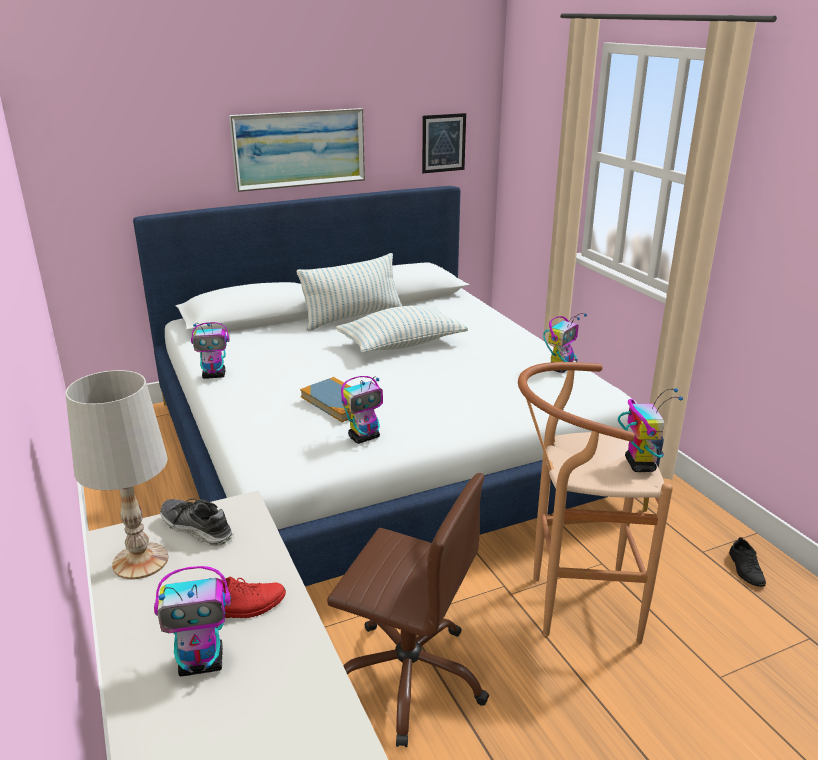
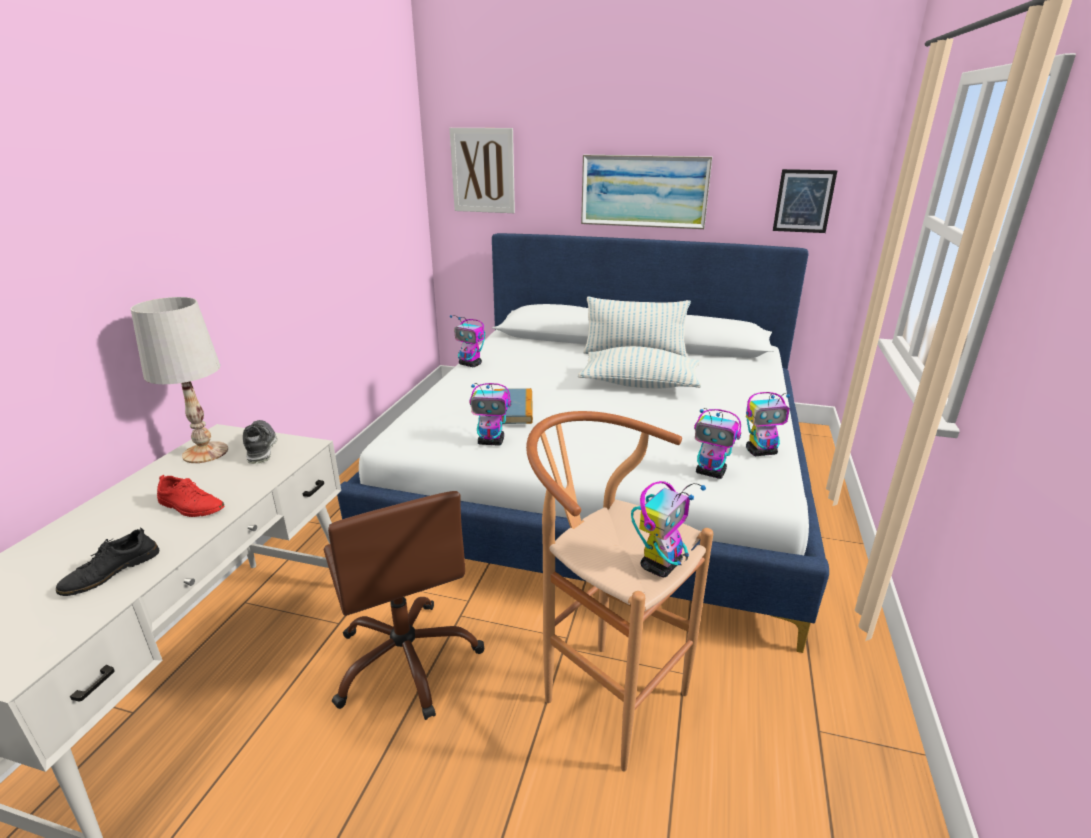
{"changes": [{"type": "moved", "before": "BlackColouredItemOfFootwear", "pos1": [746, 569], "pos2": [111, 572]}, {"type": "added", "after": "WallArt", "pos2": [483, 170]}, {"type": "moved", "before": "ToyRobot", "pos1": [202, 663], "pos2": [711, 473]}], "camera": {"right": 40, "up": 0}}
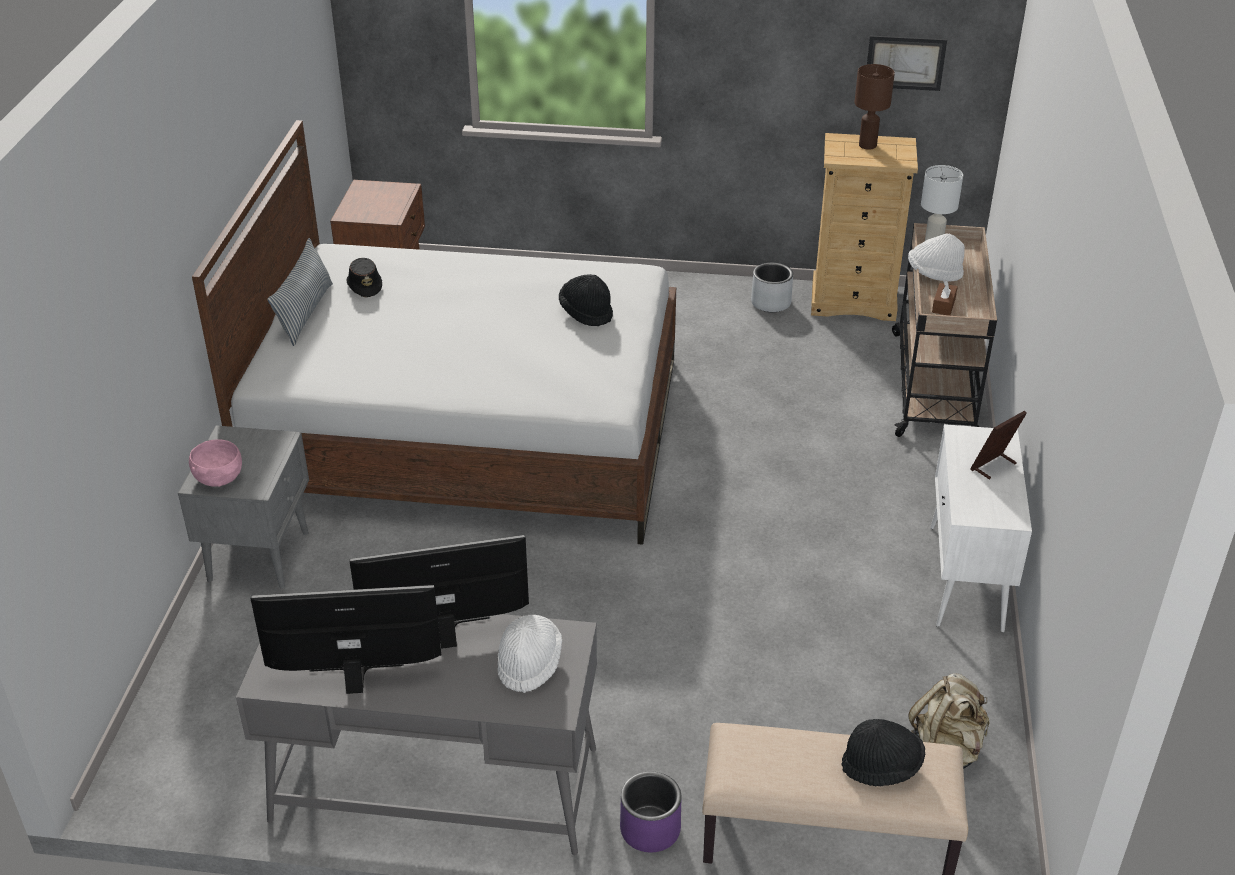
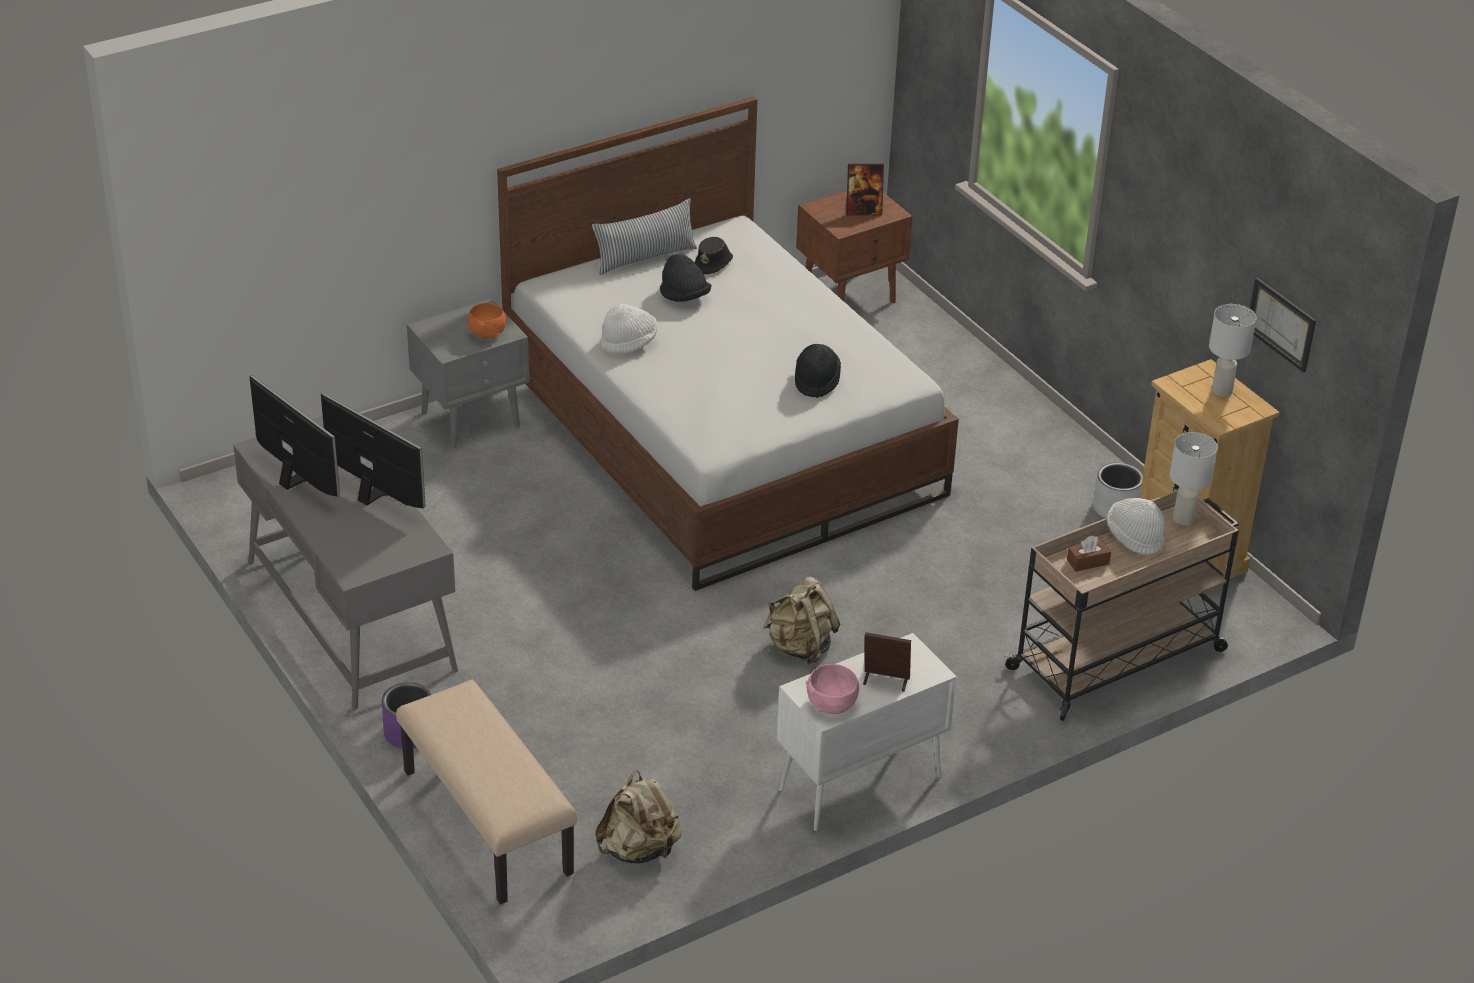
{"changes": [{"type": "added", "after": "OrangeDeepDish", "pos2": [487, 333]}, {"type": "moved", "before": "WhiteColouredWearableHat", "pos1": [529, 664], "pos2": [629, 343]}, {"type": "moved", "before": "BlackColouredWearableHat", "pos1": [881, 767], "pos2": [684, 297]}, {"type": "added", "after": "BeigeColouredKnapsack", "pos2": [800, 647]}, {"type": "moved", "before": "PinkishDeepDish", "pos1": [218, 478], "pos2": [831, 703]}, {"type": "added", "after": "PictureFrame", "pos2": [863, 211]}, {"type": "recoloured", "before": "BrownTabletopLamp", "after": "WhiteColouredTabletopLamp", "pos1": [868, 145], "pos2": [1221, 391]}], "camera": {"right": 50, "up": 0}}
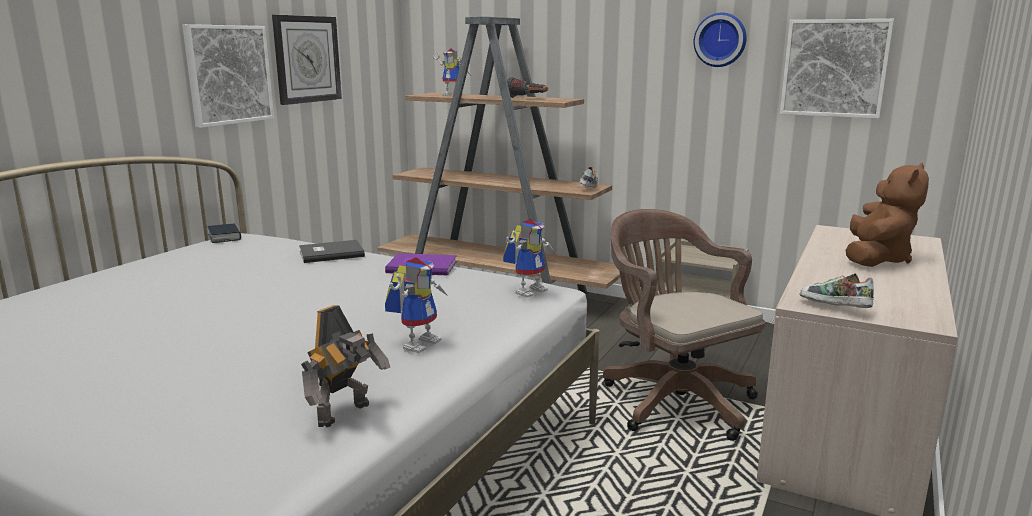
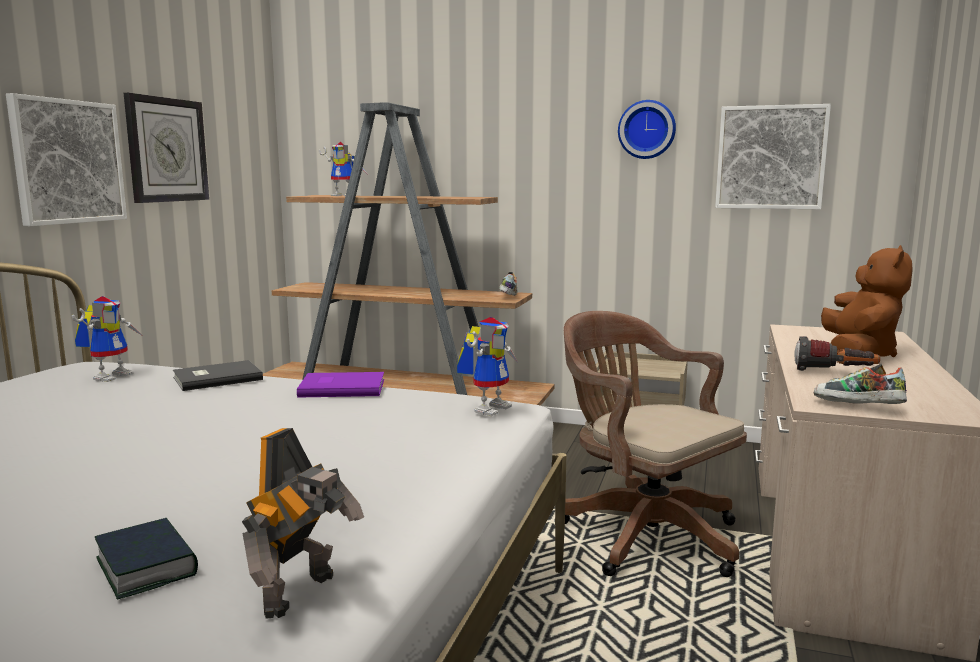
{"changes": [{"type": "moved", "before": "ToyRobot", "pos1": [419, 342], "pos2": [111, 376]}, {"type": "moved", "before": "Volume", "pos1": [224, 237], "pos2": [147, 566]}, {"type": "moved", "before": "HandTorch", "pos1": [527, 98], "pos2": [834, 373]}], "camera": {"right": -10, "up": -5}}
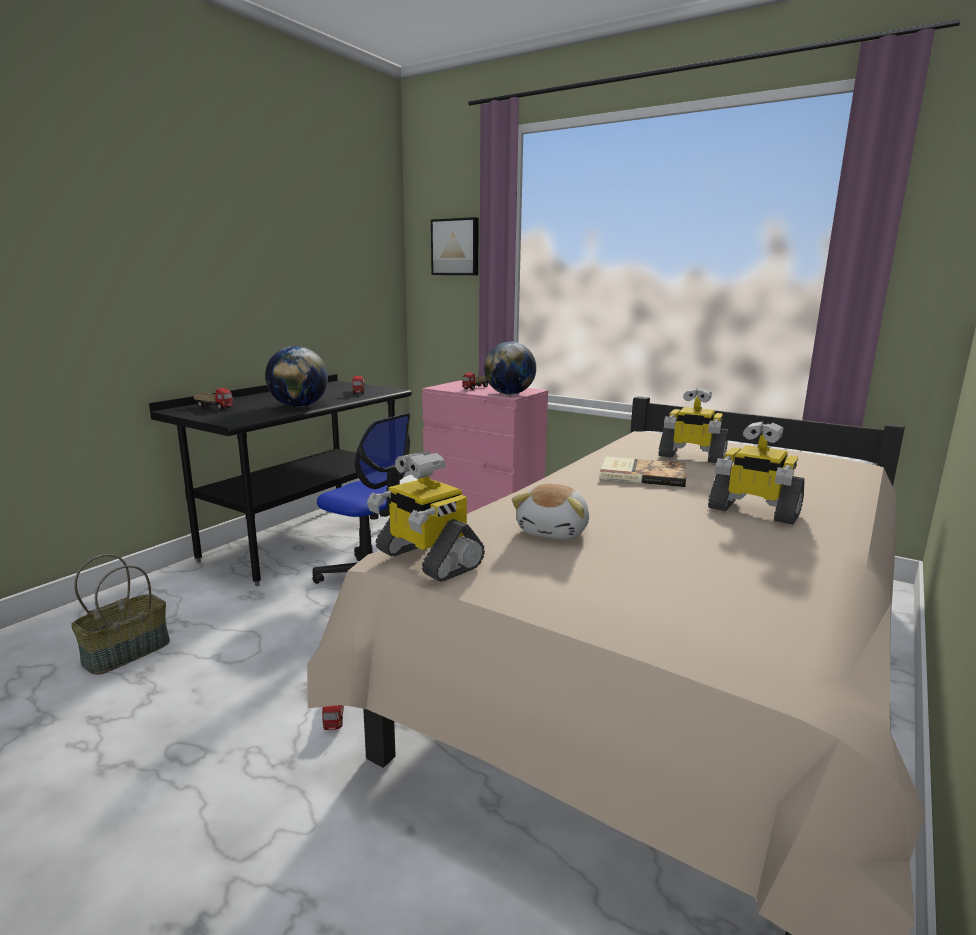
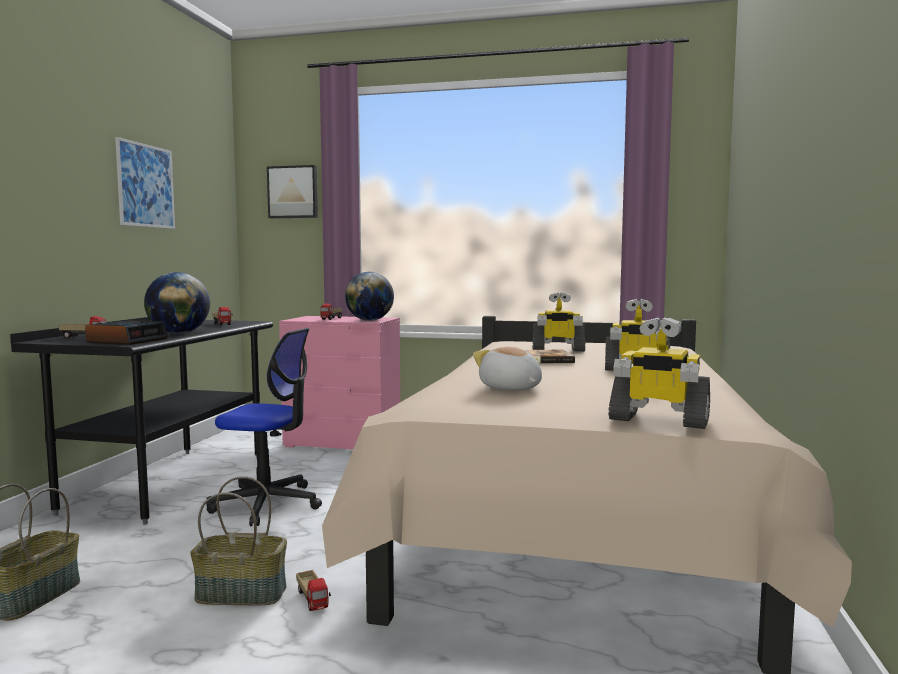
{"changes": [{"type": "added", "after": "BedsideClock", "pos2": [127, 340]}, {"type": "added", "after": "WallArt", "pos2": [146, 185]}, {"type": "added", "after": "HouseholdBasket", "pos2": [242, 593]}, {"type": "turned", "before": "CuddlyToy", "pos1": [554, 531], "pos2": [510, 388], "turn": 150}, {"type": "moved", "before": "ToyRobot", "pos1": [426, 559], "pos2": [658, 420]}], "camera": {"right": -20, "up": -10}}
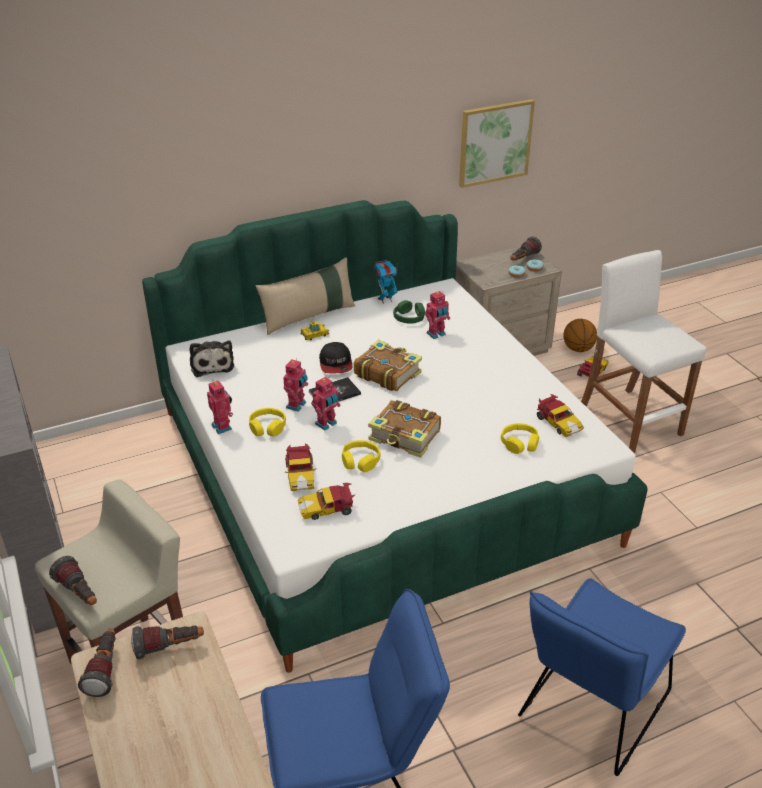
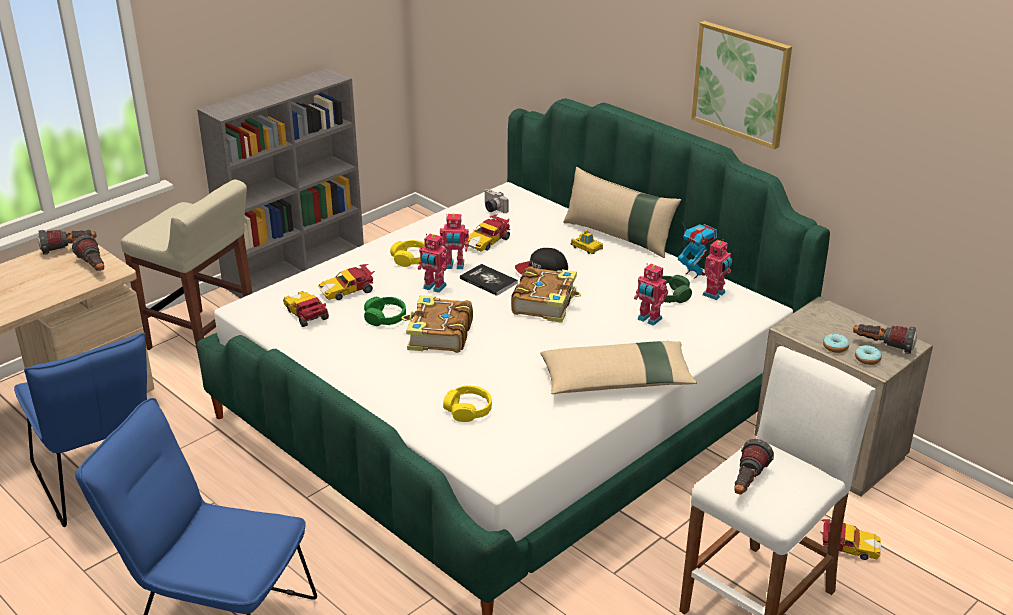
{"changes": [{"type": "recoloured", "before": "YellowPairOfHeadphones", "after": "GreenColouredPairOfHeadphones", "pos1": [360, 461], "pos2": [385, 317]}, {"type": "moved", "before": "ToyCar", "pos1": [558, 423], "pos2": [488, 241]}, {"type": "replaced", "before": "CuddlyToy", "after": "StillCamera", "pos1": [212, 364], "pos2": [492, 209]}, {"type": "added", "after": "BeigeColouredThrowPillow", "pos2": [617, 380]}, {"type": "moved", "before": "WallArt", "pos1": [494, 142], "pos2": [741, 83]}, {"type": "moved", "before": "ToyRobot", "pos1": [223, 426], "pos2": [715, 294]}, {"type": "moved", "before": "HandTorch", "pos1": [79, 594], "pos2": [747, 483]}, {"type": "removed", "before": "BasketballBall", "pos1": [578, 349]}], "camera": {"right": 70, "up": -5}}
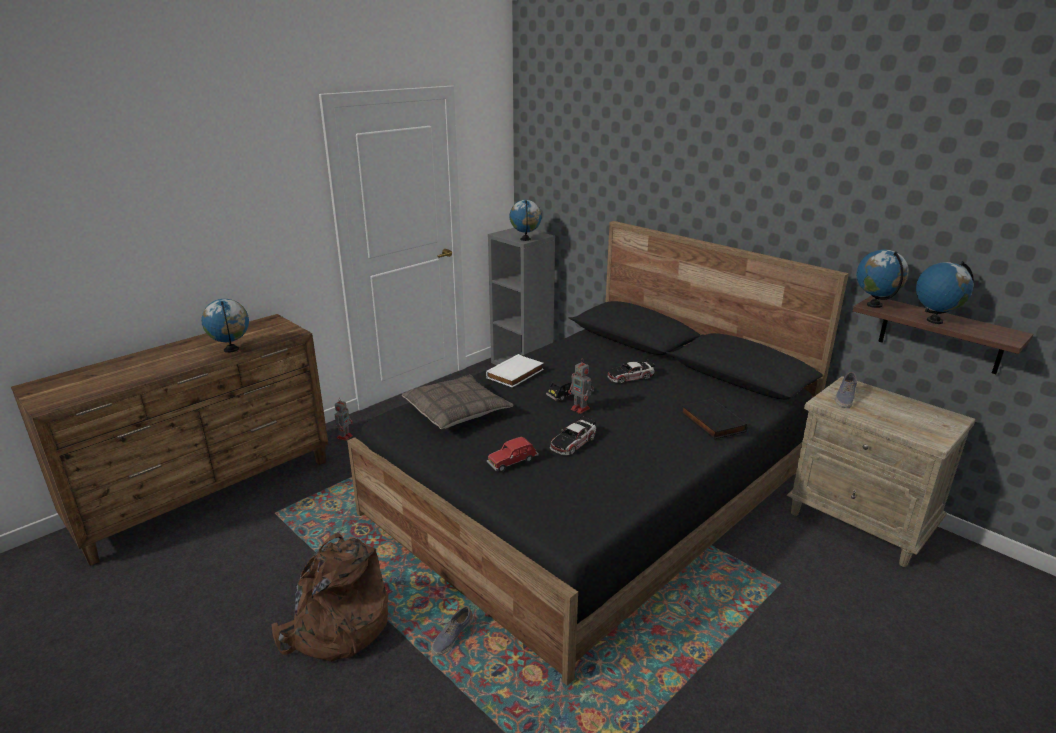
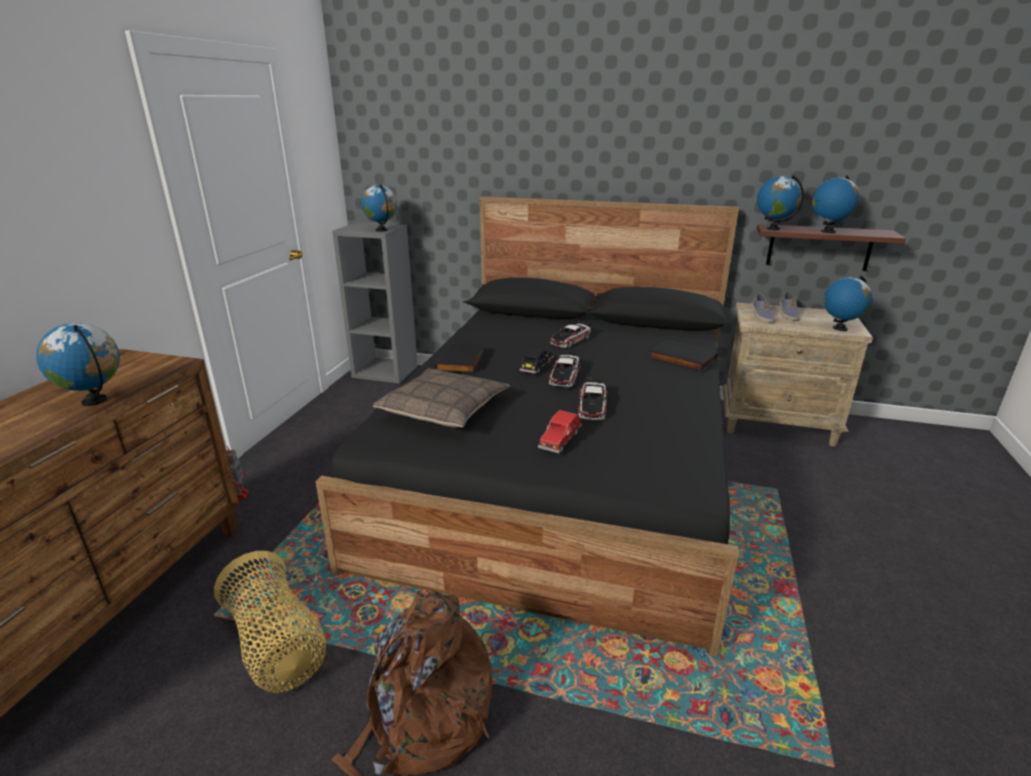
{"changes": [{"type": "added", "after": "HouseholdBasket", "pos2": [277, 646]}, {"type": "recoloured", "before": "WhiteColouredVolume", "after": "BlackColouredVolume", "pos1": [516, 374], "pos2": [462, 361]}, {"type": "replaced", "before": "ToyRobot", "after": "ToyCar", "pos1": [581, 409], "pos2": [564, 376]}, {"type": "moved", "before": "ItemOfFootwear", "pos1": [452, 637], "pos2": [787, 314]}, {"type": "added", "after": "WorldGlobe", "pos2": [840, 328]}], "camera": {"right": -30, "up": 0}}
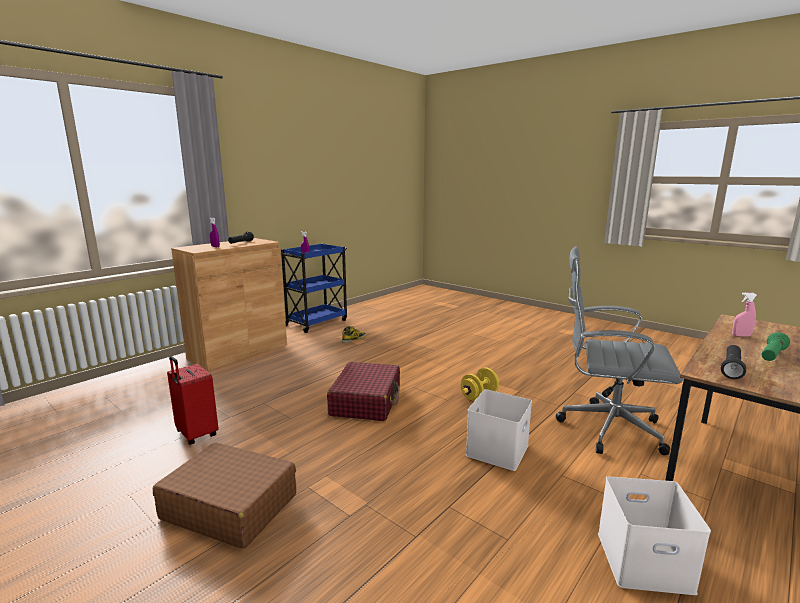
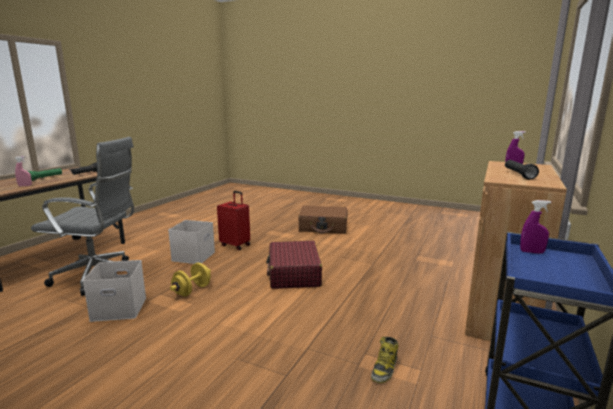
{"changes": [{"type": "moved", "before": "WhiteColouredStorageBin", "pos1": [642, 562], "pos2": [120, 308]}, {"type": "moved", "before": "ReddishPieceOfLuggage", "pos1": [195, 434], "pos2": [235, 245]}], "camera": {"right": 165, "up": 0}}
